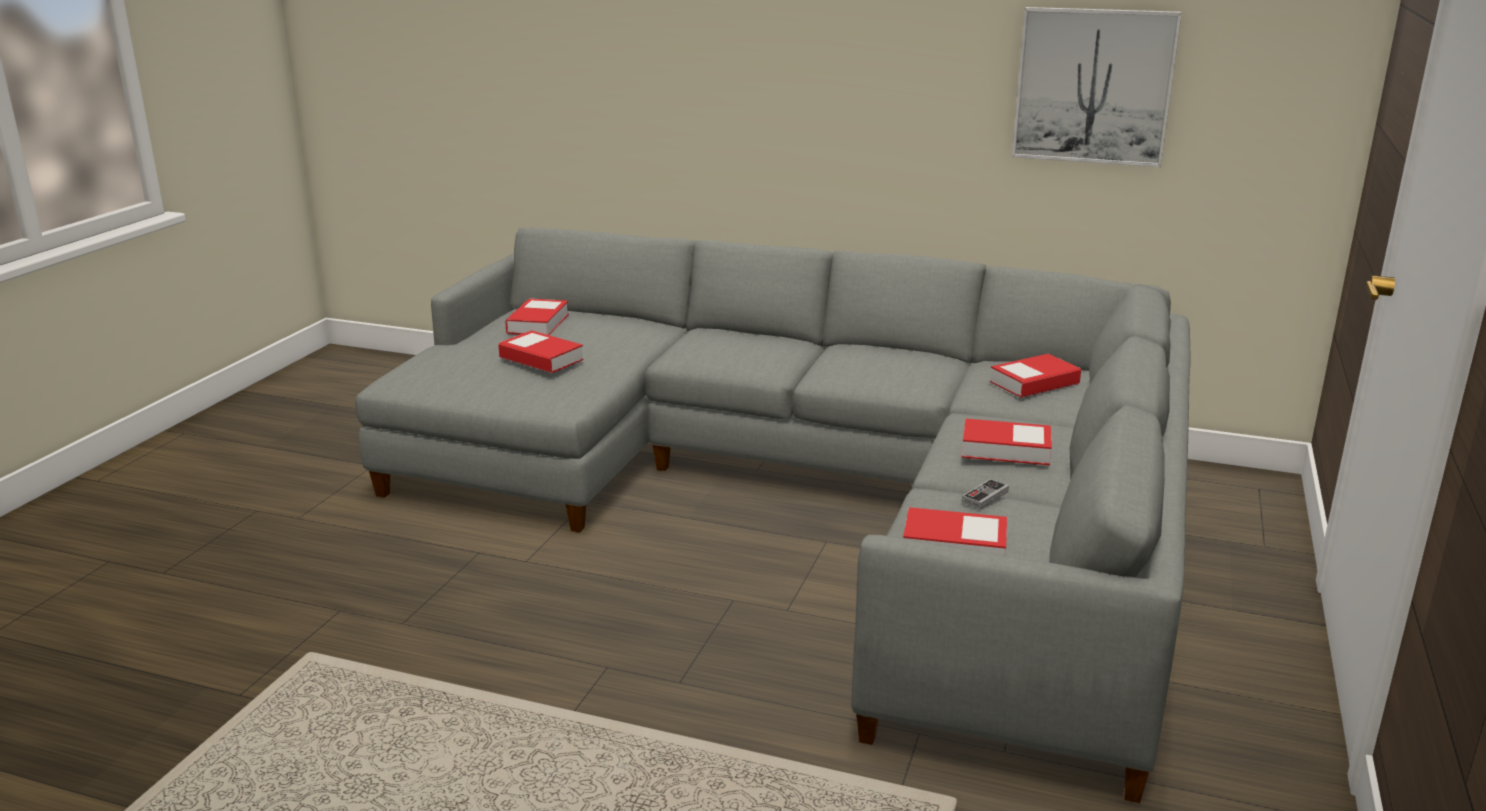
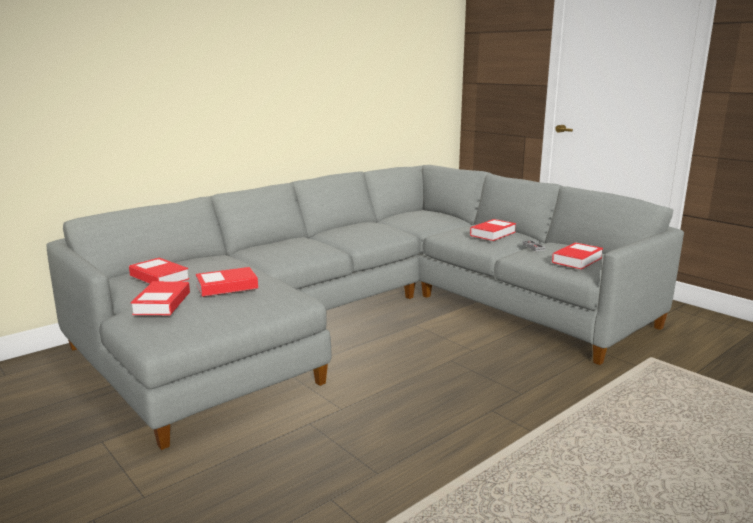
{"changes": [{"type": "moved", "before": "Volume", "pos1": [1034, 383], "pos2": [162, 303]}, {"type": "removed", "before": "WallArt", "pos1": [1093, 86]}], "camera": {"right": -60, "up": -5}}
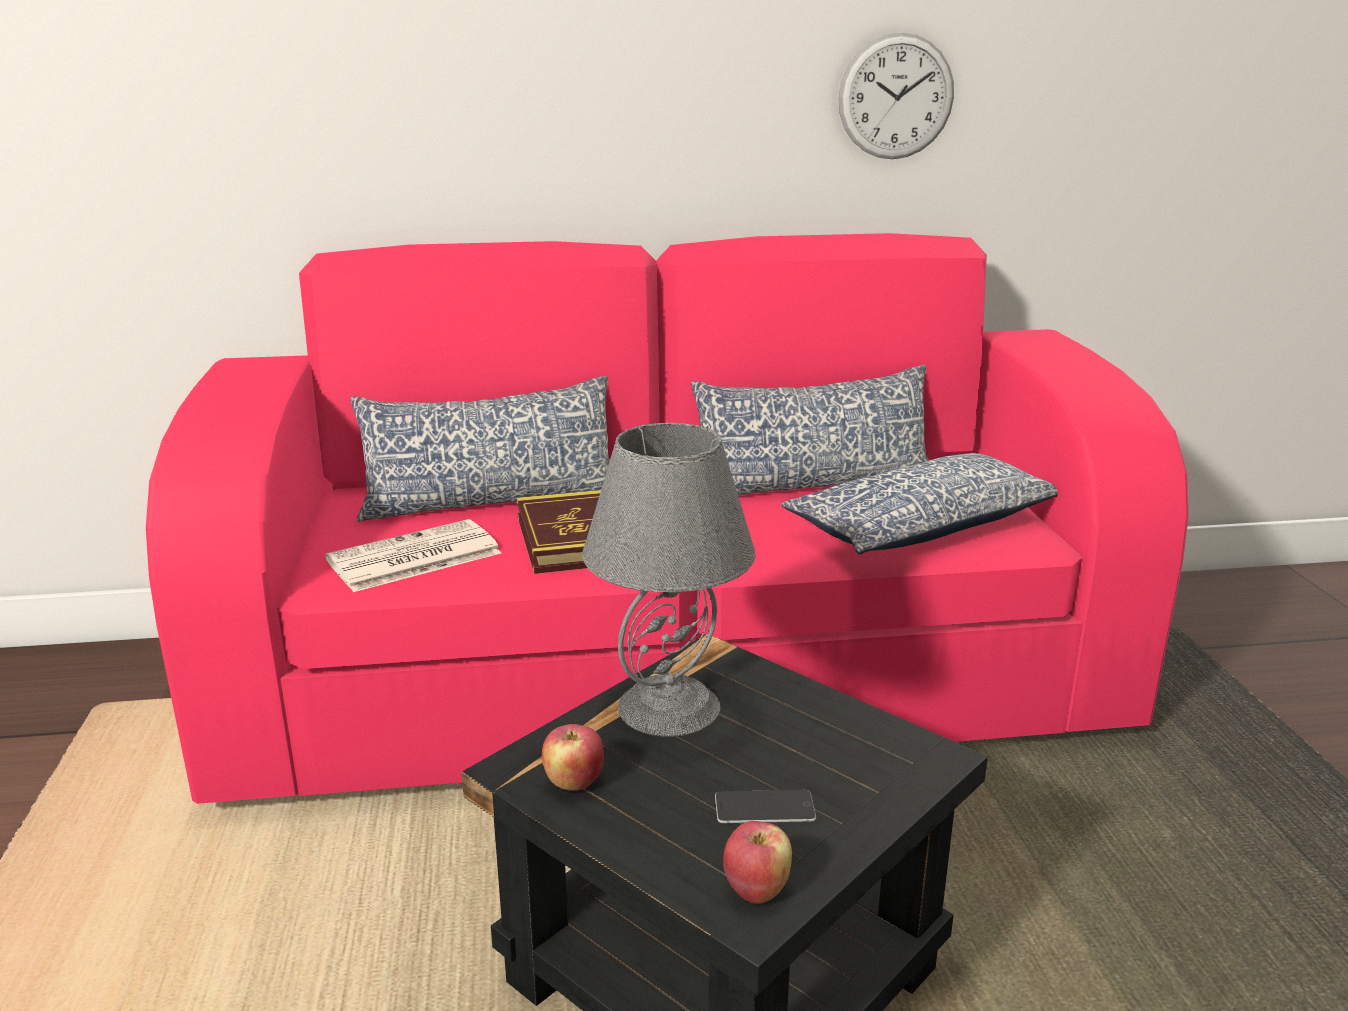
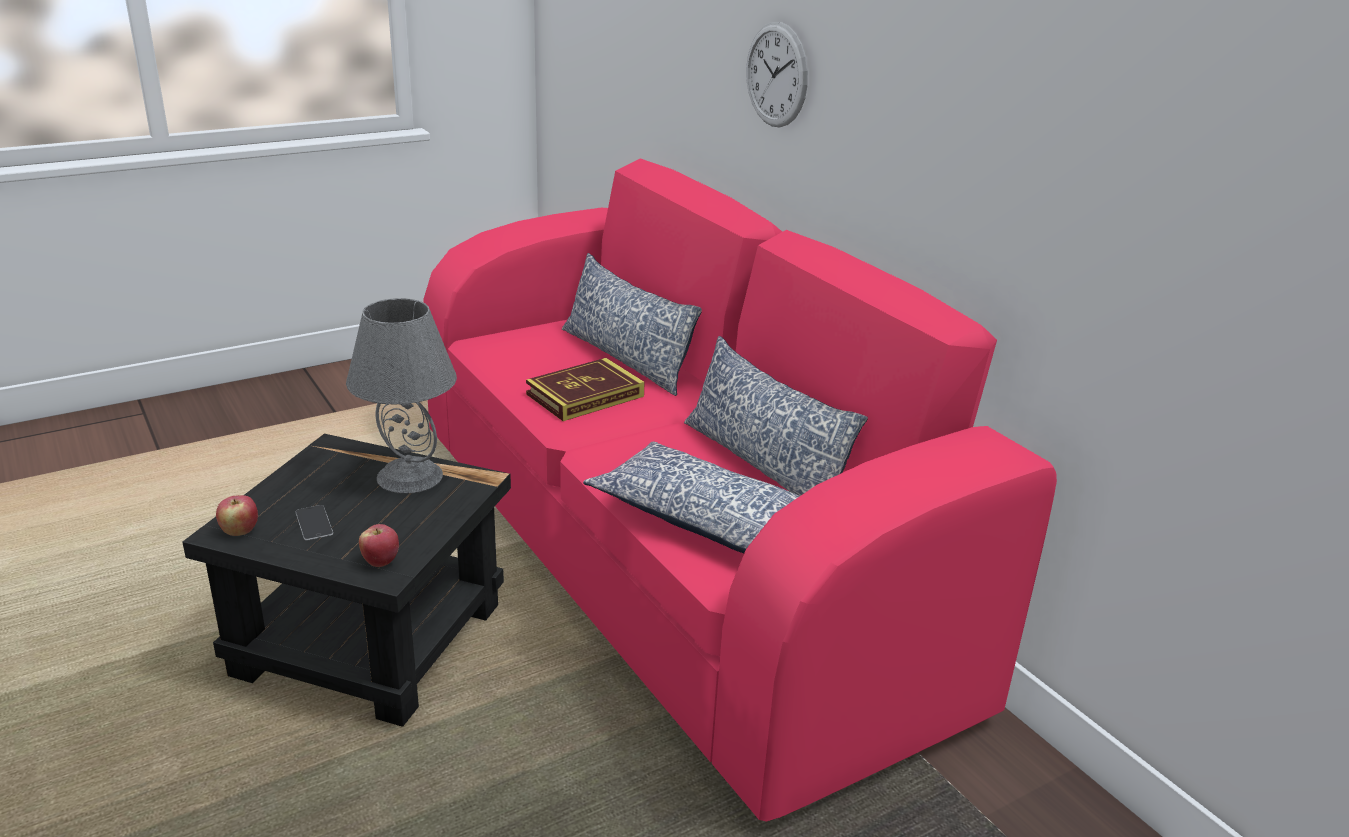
{"changes": [{"type": "moved", "before": "Apple", "pos1": [573, 782], "pos2": [381, 562]}, {"type": "moved", "before": "HangingClock", "pos1": [896, 97], "pos2": [776, 75]}, {"type": "removed", "before": "Newspaper", "pos1": [412, 558]}], "camera": {"right": 65, "up": 5}}
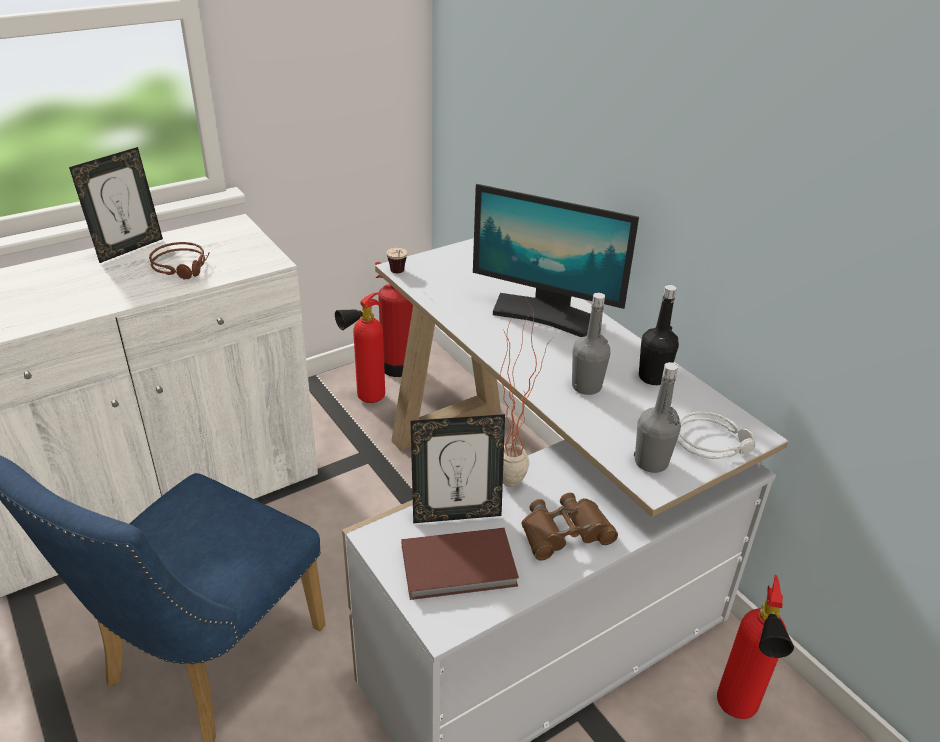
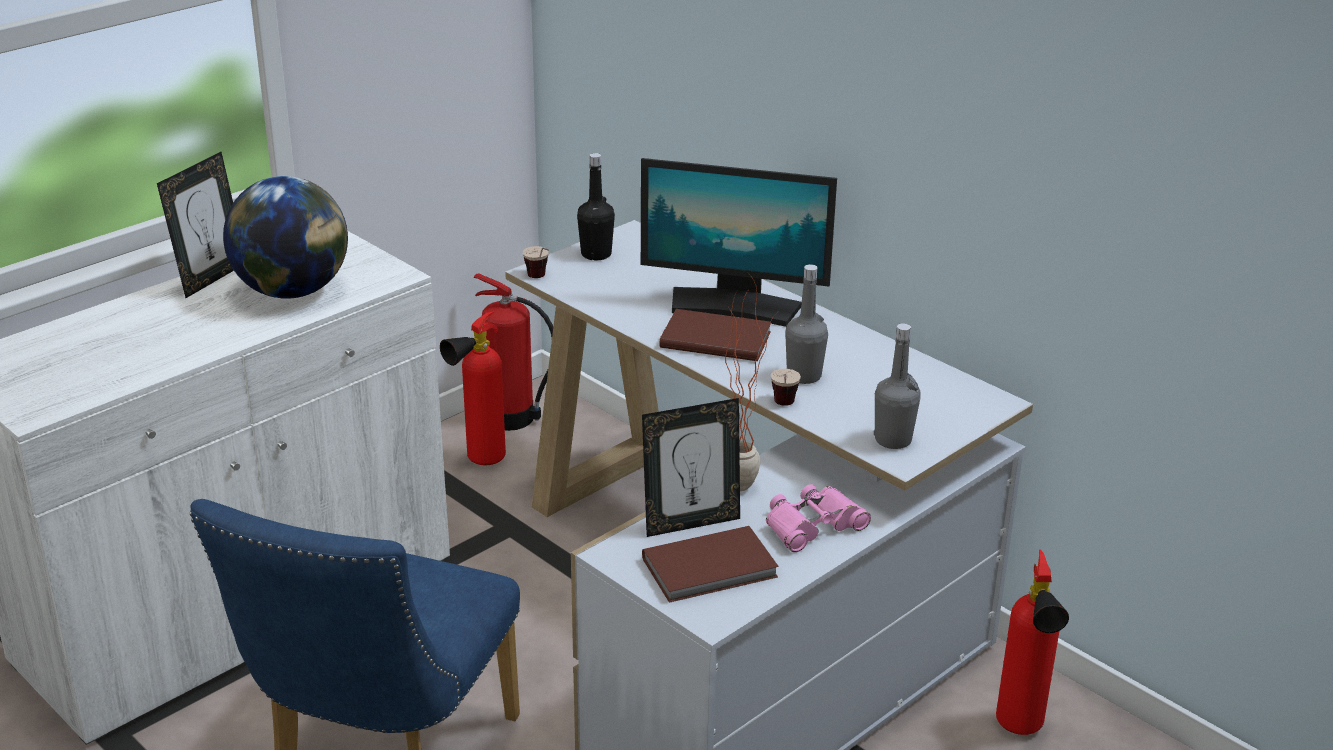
{"changes": [{"type": "replaced", "before": "BrownPairOfHeadphones", "after": "WorldGlobe", "pos1": [183, 266], "pos2": [292, 291]}, {"type": "moved", "before": "BlackColouredBeverageBottle", "pos1": [653, 377], "pos2": [596, 254]}, {"type": "added", "after": "BrownVolume", "pos2": [714, 338]}, {"type": "recoloured", "before": "BrownBinoculars", "after": "PinkishBinoculars", "pos1": [565, 533], "pos2": [813, 525]}, {"type": "added", "after": "SmallCup", "pos2": [783, 407]}, {"type": "removed", "before": "GrayPairOfHeadphones", "pos1": [713, 441]}], "camera": {"right": -10, "up": -5}}
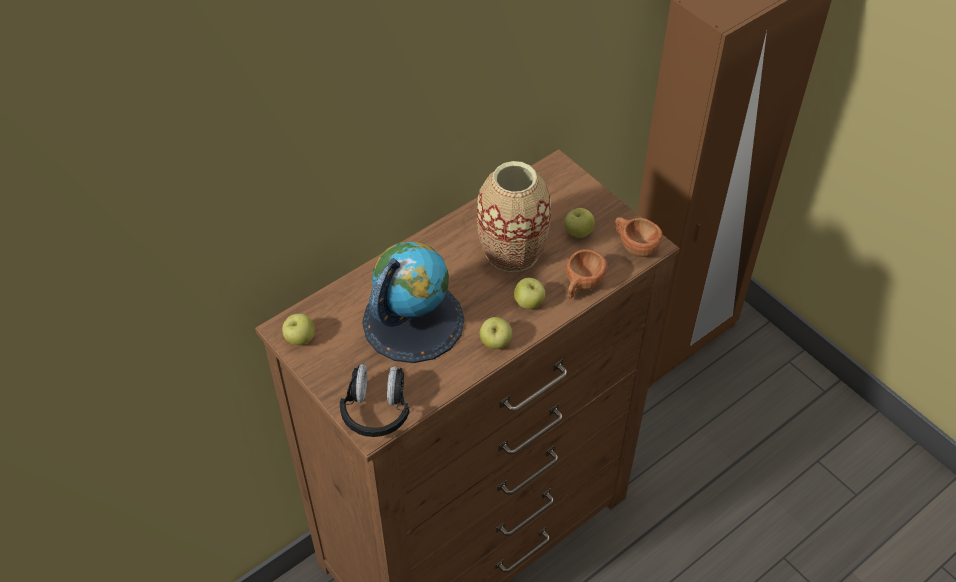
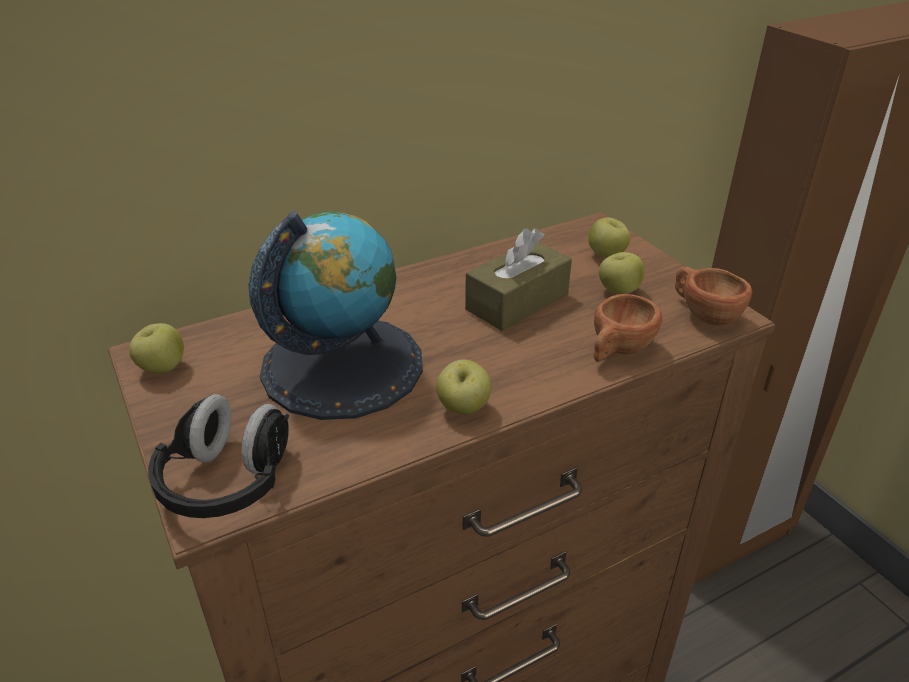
{"changes": [{"type": "replaced", "before": "Vase", "after": "BrownTissueHolder", "pos1": [512, 251], "pos2": [517, 302]}, {"type": "moved", "before": "Apple", "pos1": [529, 303], "pos2": [606, 255]}], "camera": {"right": 10, "up": -15}}
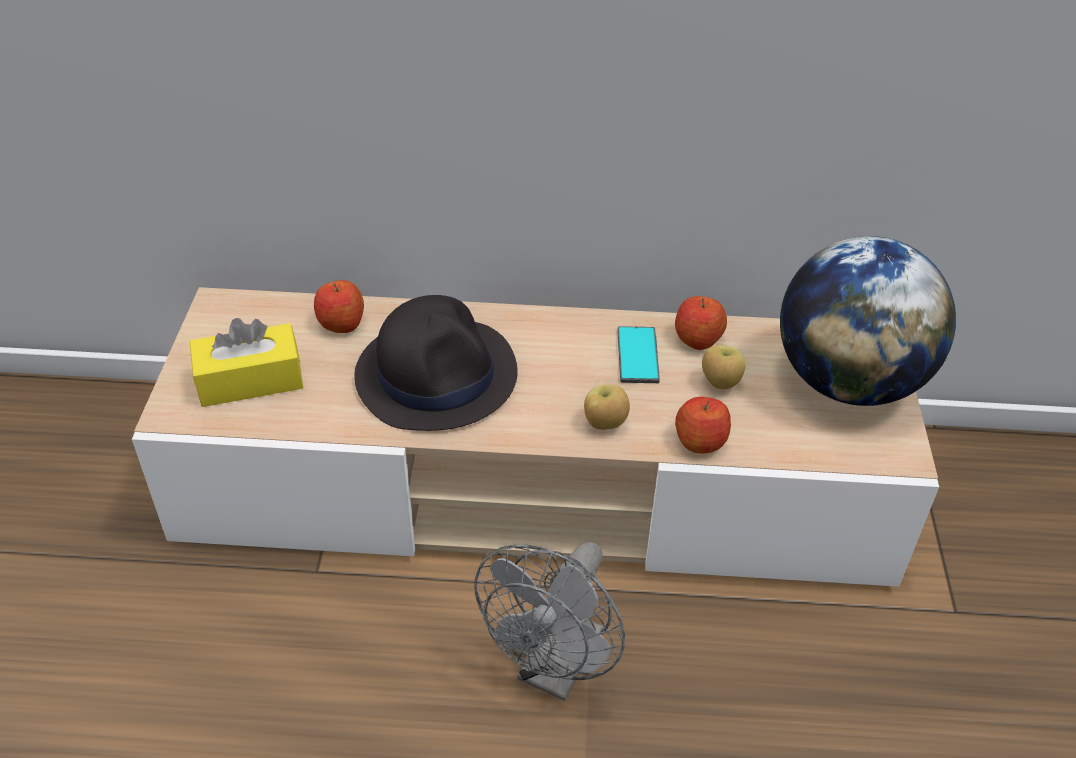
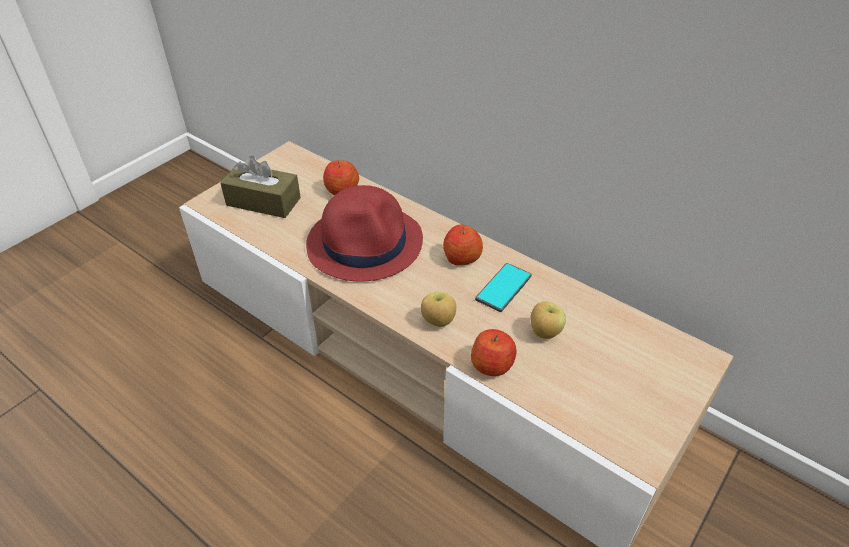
{"changes": [{"type": "recoloured", "before": "YellowTissueHolder", "after": "BrownTissueHolder", "pos1": [250, 380], "pos2": [263, 201]}, {"type": "recoloured", "before": "BlackColouredWearableHat", "after": "ReddishWearableHat", "pos1": [437, 374], "pos2": [365, 243]}, {"type": "moved", "before": "Apple", "pos1": [697, 338], "pos2": [461, 257]}, {"type": "removed", "before": "GrayCoolingFan", "pos1": [555, 670]}, {"type": "removed", "before": "WorldGlobe", "pos1": [848, 382]}], "camera": {"right": 35, "up": 0}}
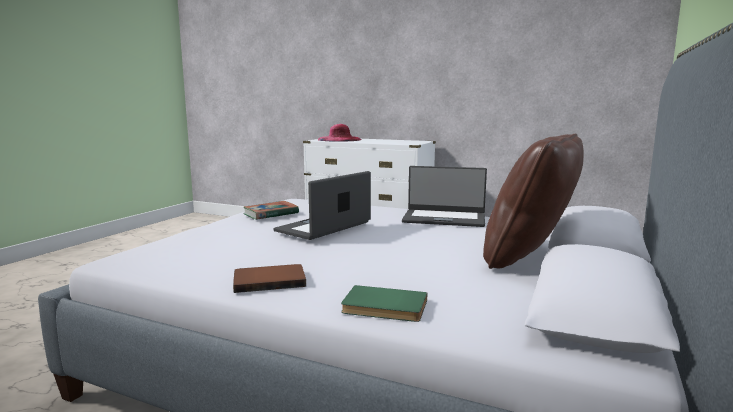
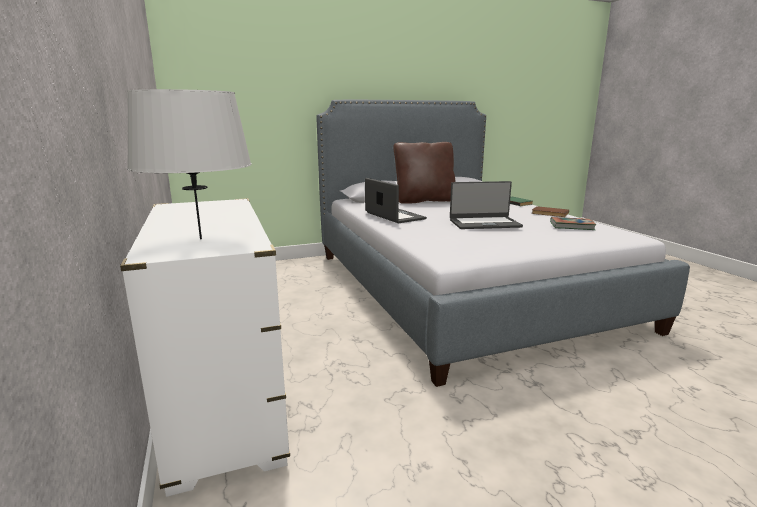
{"changes": [{"type": "replaced", "before": "PinkishWearableHat", "after": "GrayTabletopLamp", "pos1": [339, 139], "pos2": [201, 239]}, {"type": "moved", "before": "Volume", "pos1": [271, 214], "pos2": [572, 226]}], "camera": {"right": -135, "up": 5}}
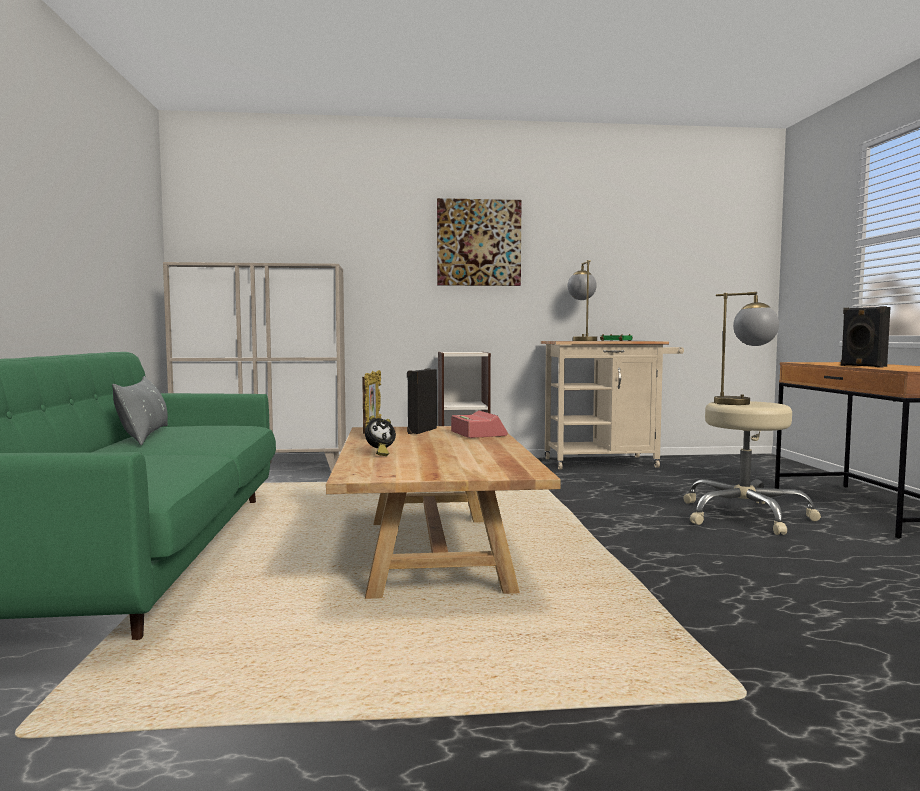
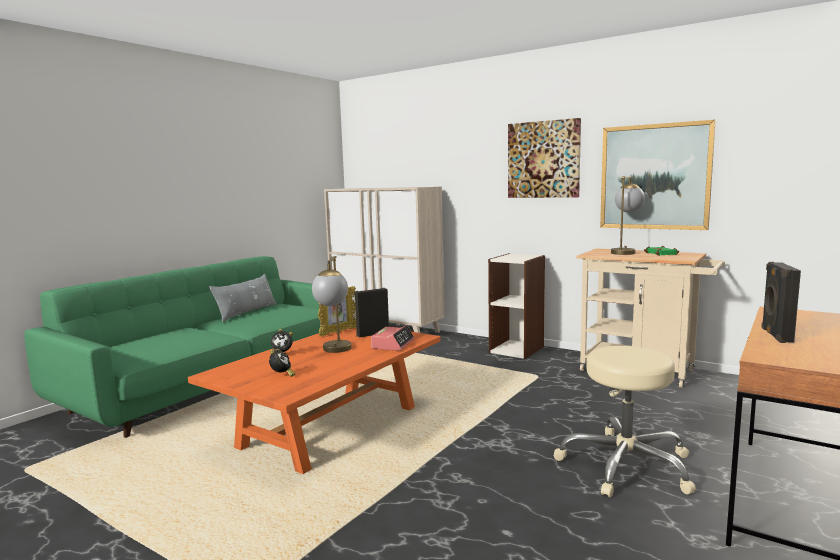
{"changes": [{"type": "recoloured", "before": "BeigeColouredLoungeTable", "after": "OrangeLoungeTable", "pos1": [434, 553], "pos2": [330, 426]}, {"type": "added", "after": "BedsideClock", "pos2": [282, 375]}, {"type": "moved", "before": "TabletopLamp", "pos1": [744, 404], "pos2": [335, 351]}, {"type": "added", "after": "WallArt", "pos2": [654, 177]}], "camera": {"right": 40, "up": 5}}
